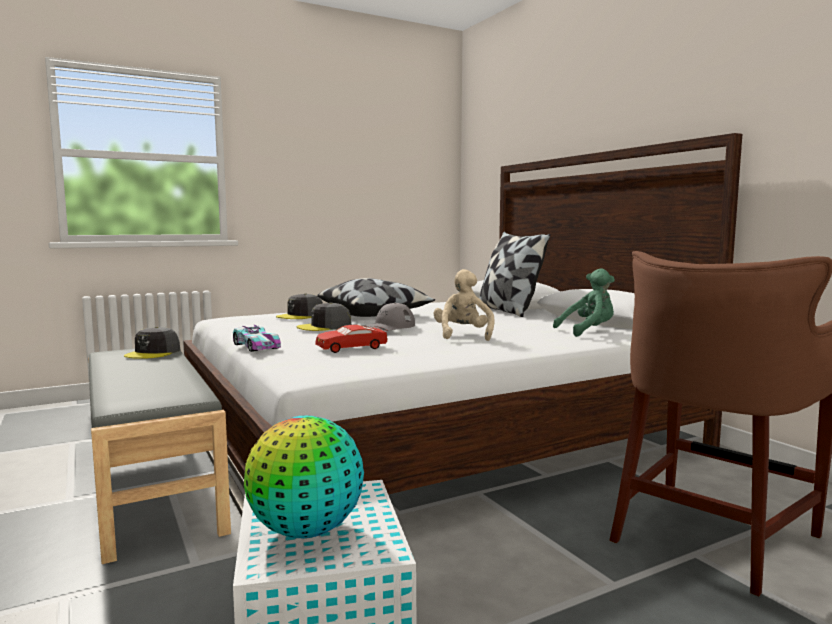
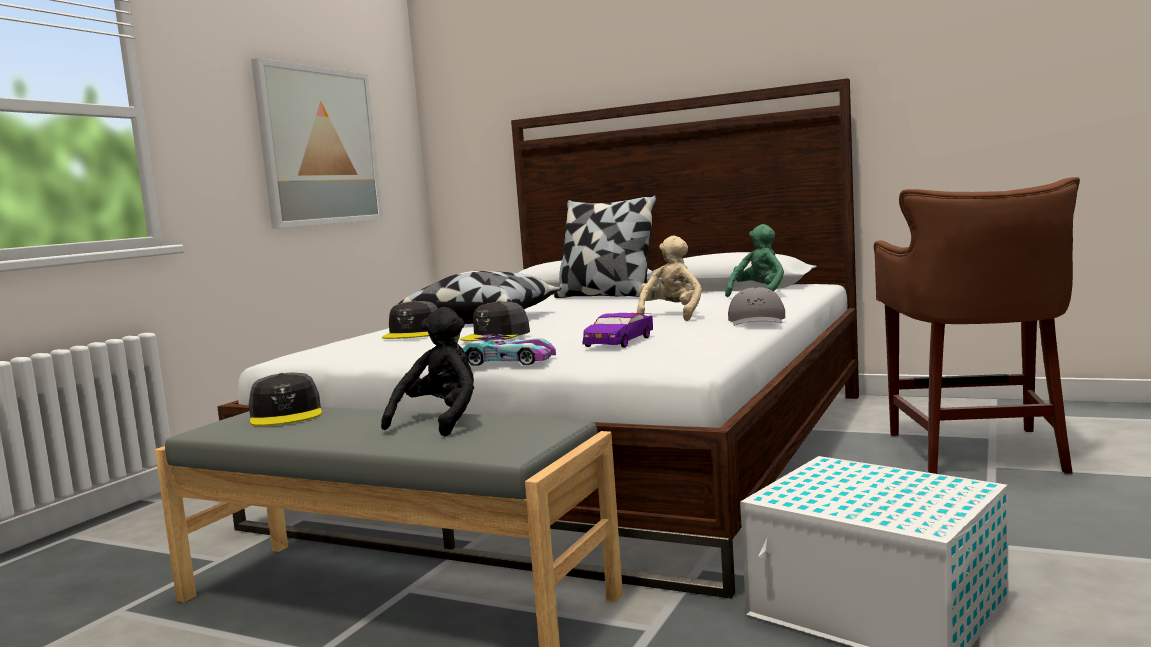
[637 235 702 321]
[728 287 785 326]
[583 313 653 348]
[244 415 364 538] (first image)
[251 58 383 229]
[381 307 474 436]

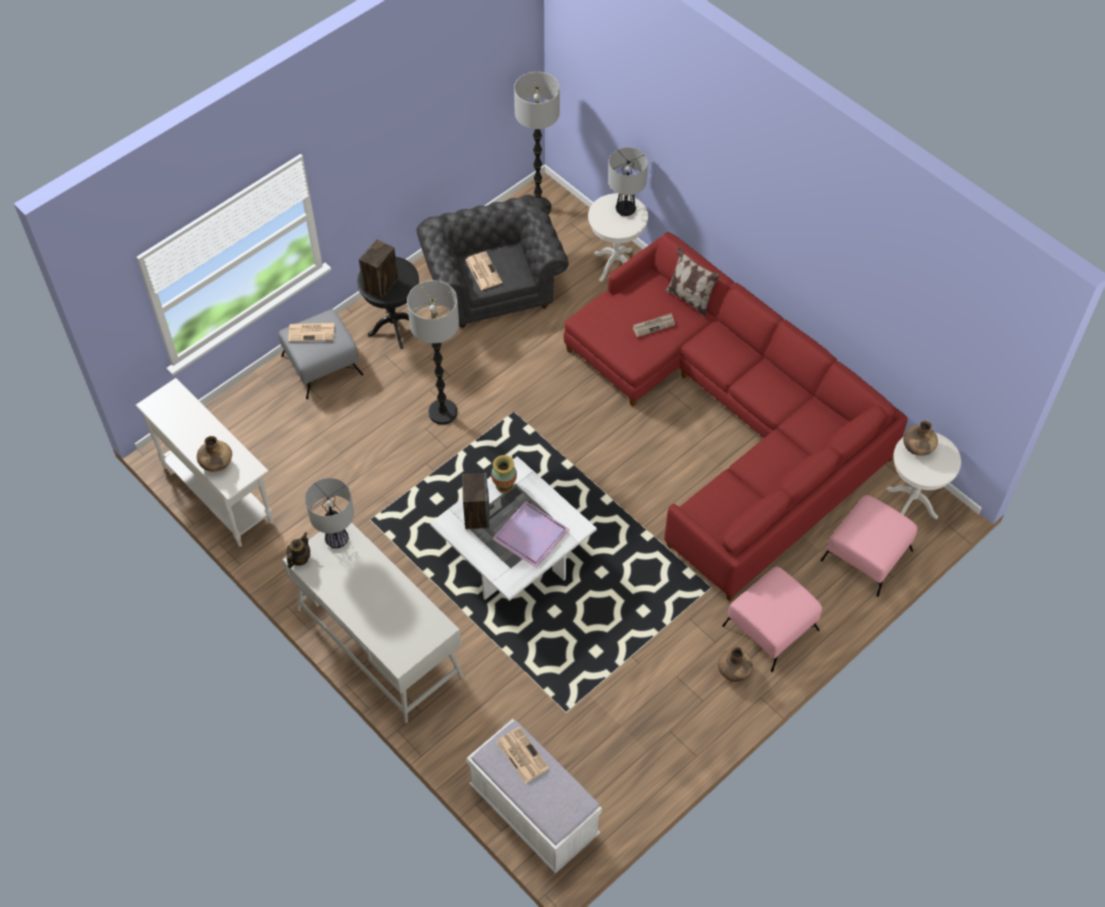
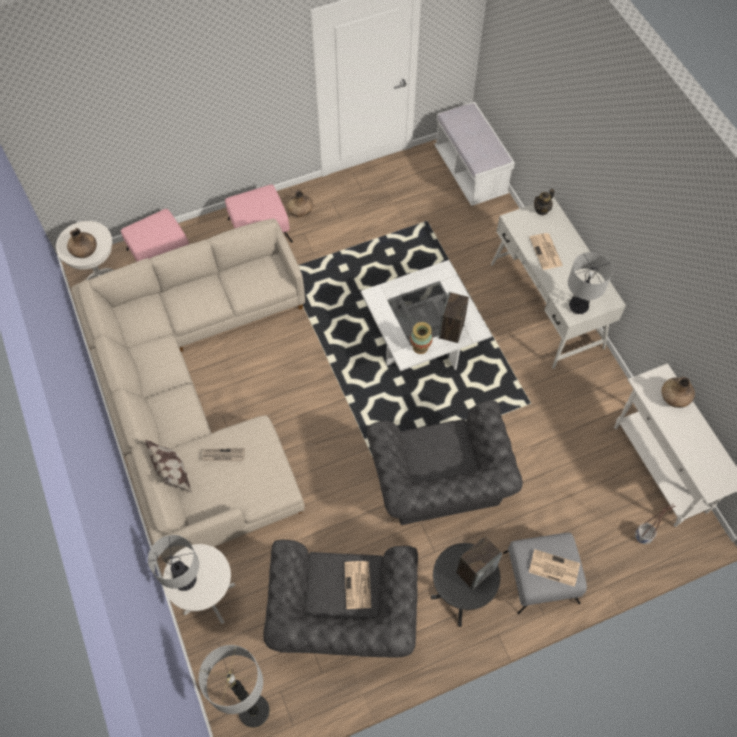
[71 218 305 564]
[367 400 523 525]
[492 501 570 568] (first image)
[534 189 555 216]
[529 233 563 270]
[635 504 676 544]

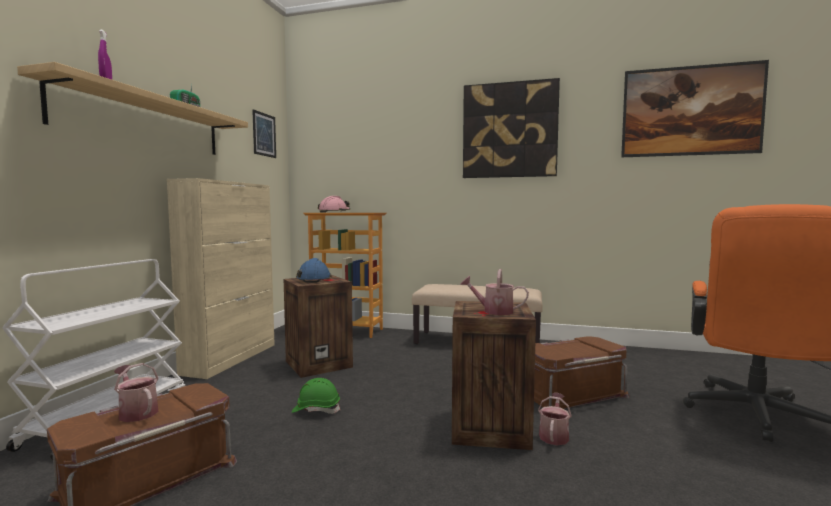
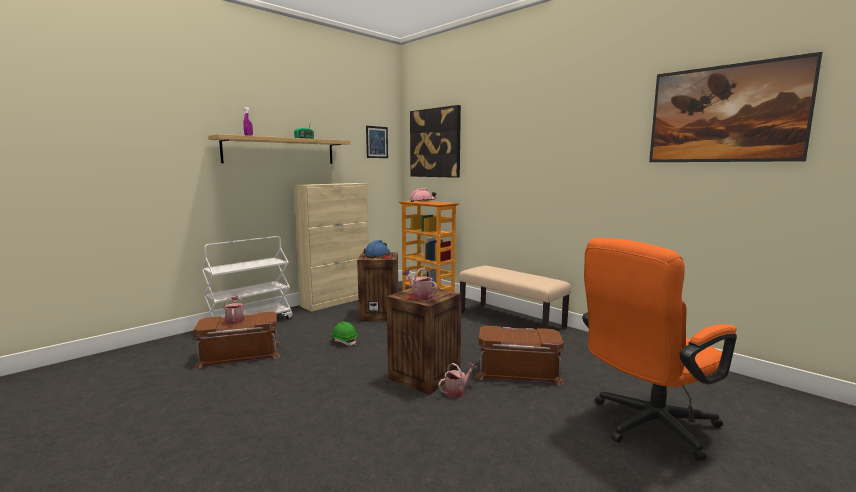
[410 105 461 178]

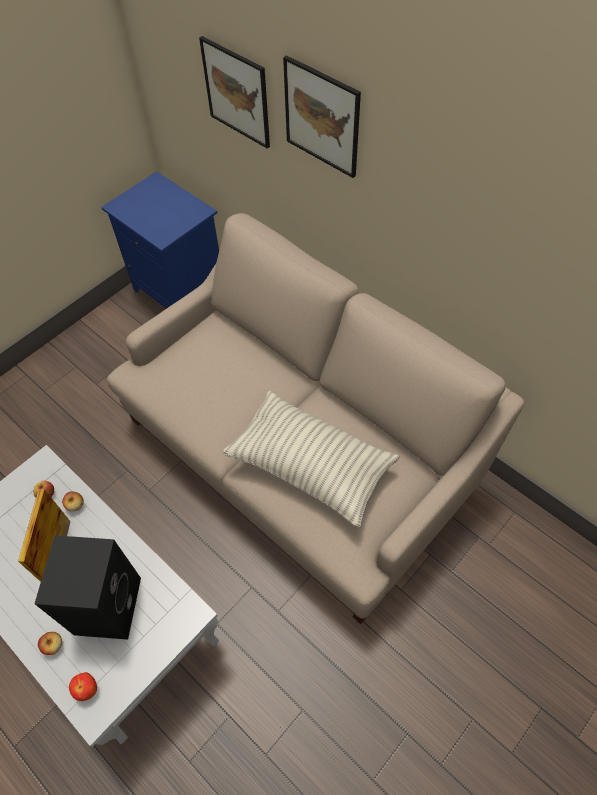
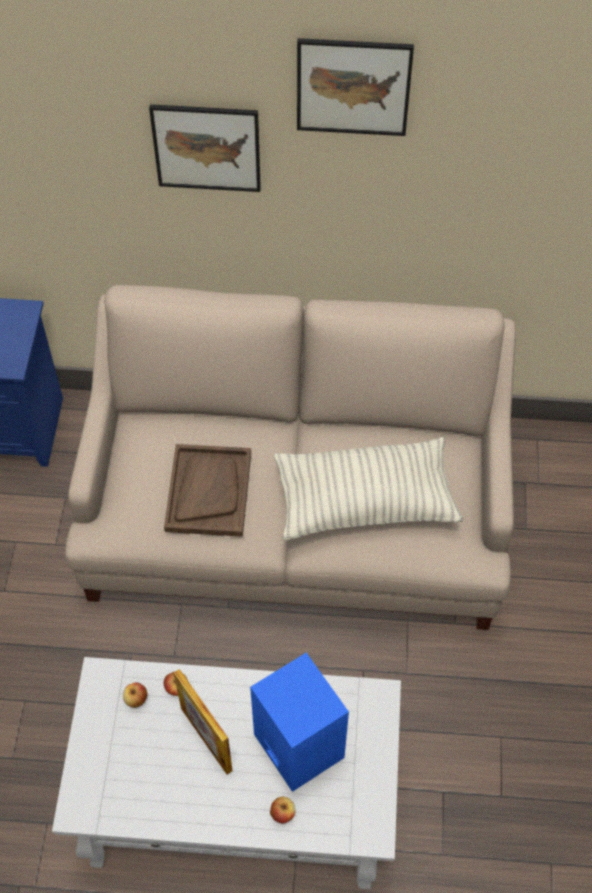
[297 38 414 136]
[250 653 349 792]
[69 672 97 701] (first image)
[164 444 251 537]

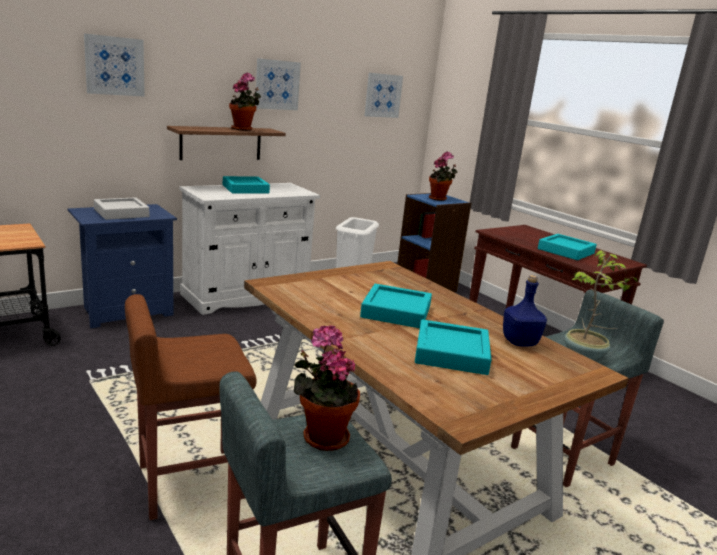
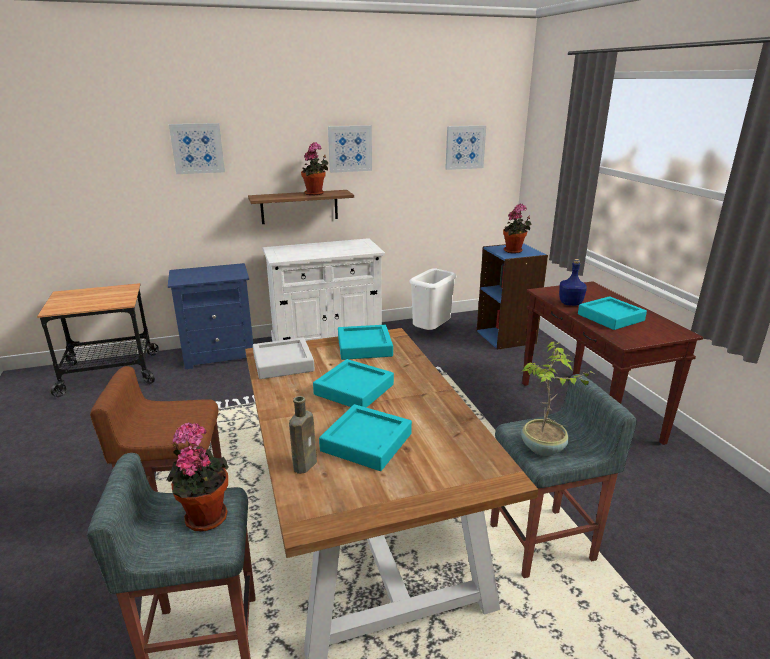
[338 325 393 360]
[253 338 315 379]
[559 259 587 306]
[289 396 317 474]

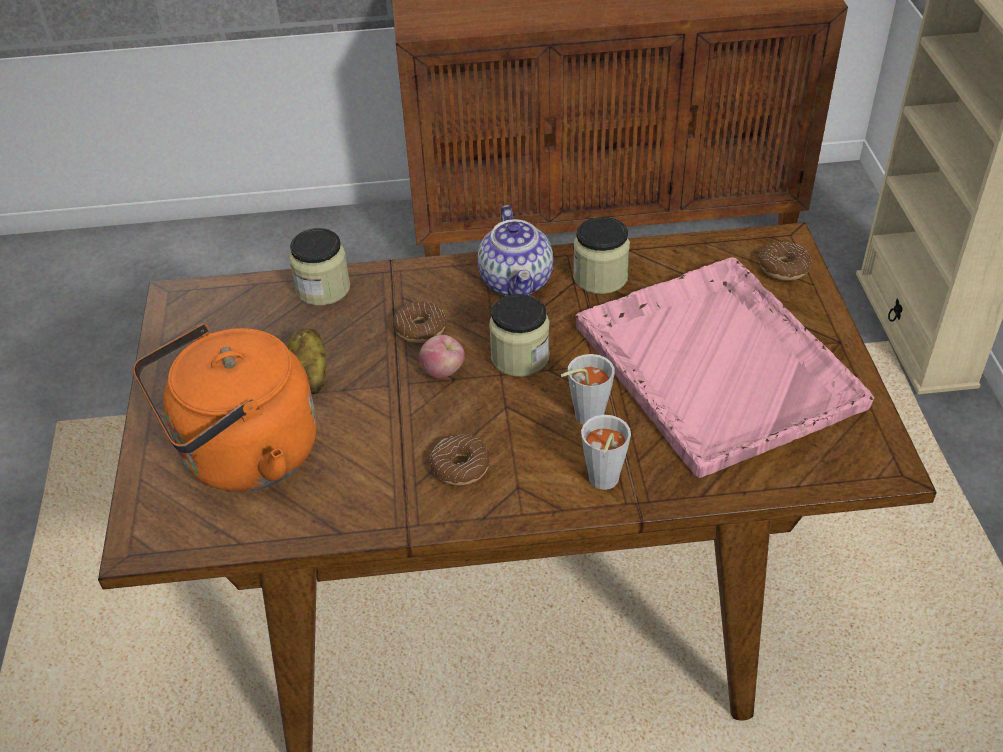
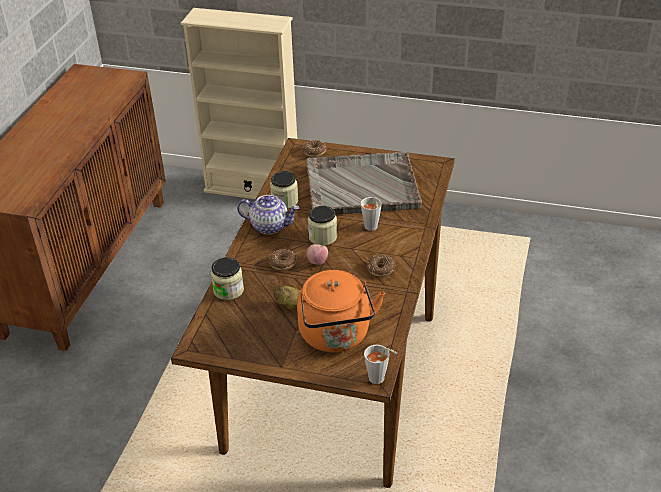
[306 152 422 215]
[364 345 397 384]

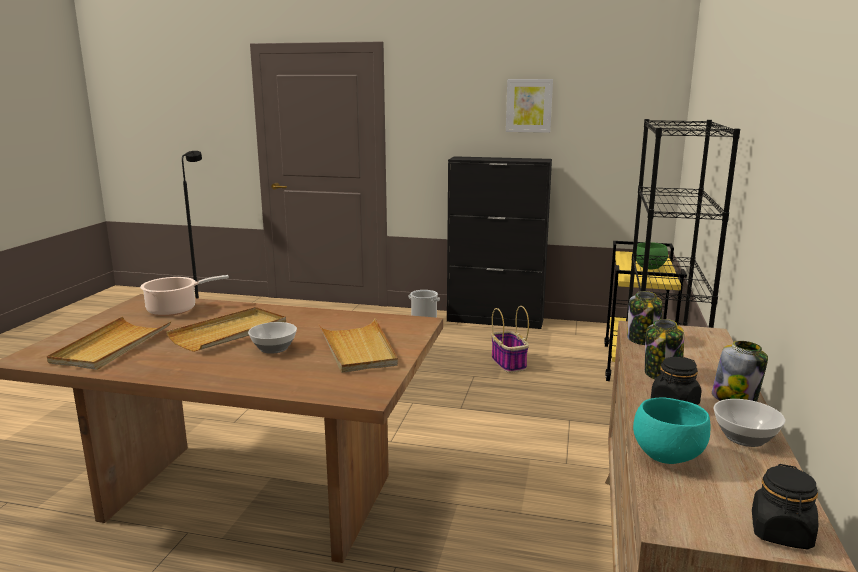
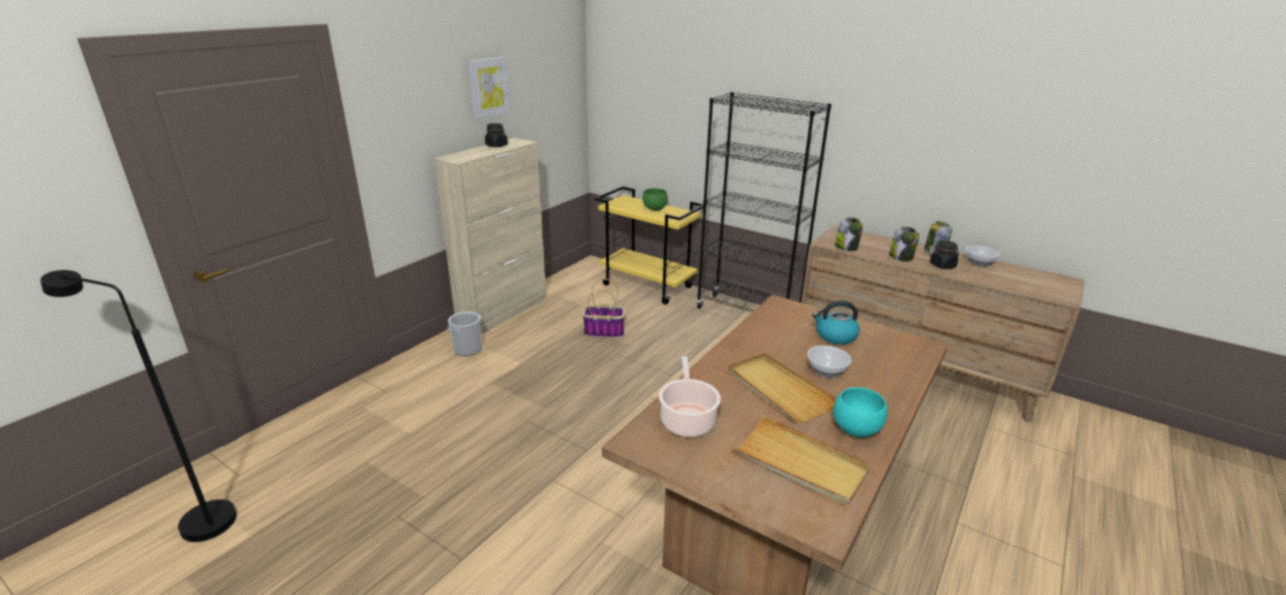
[434 138 546 334]
[812 300 860 345]
[833 387 887 437]
[485 123 508 147]

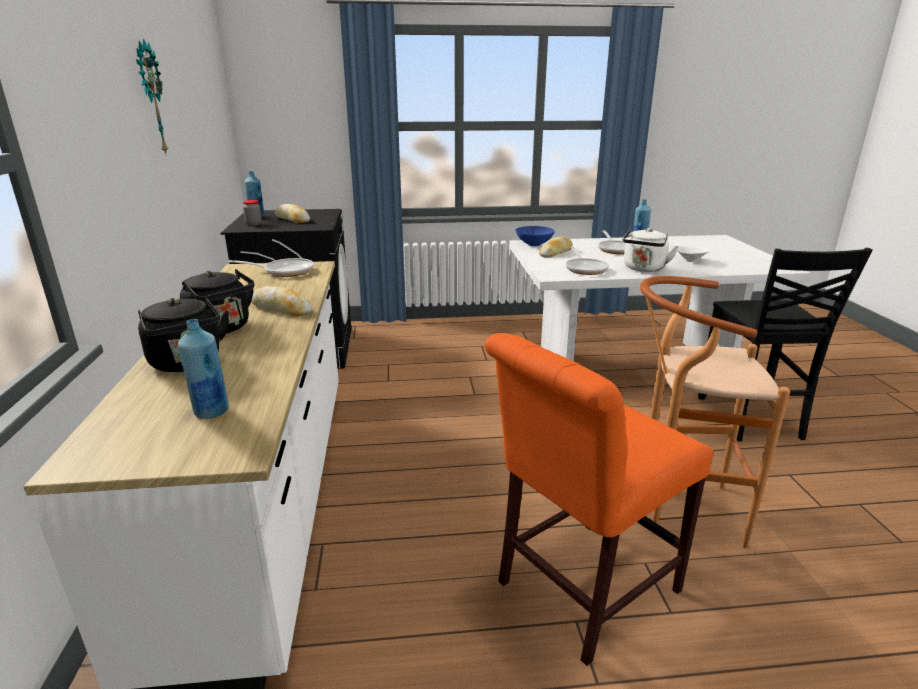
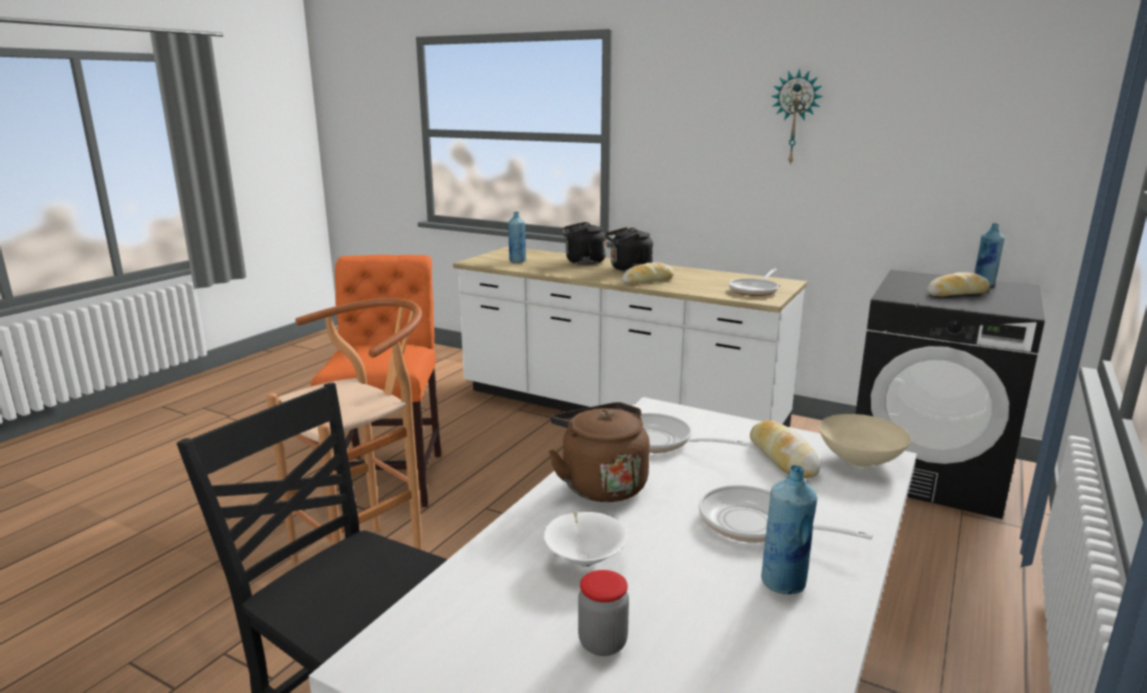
[578 570 629 656]
[819 414 911 467]
[549 402 650 502]

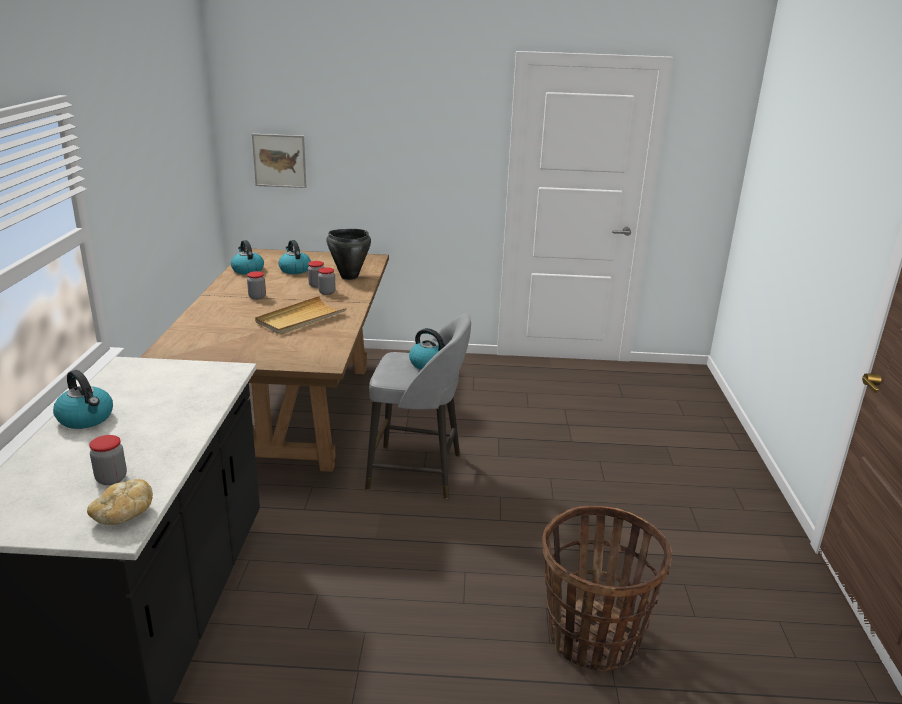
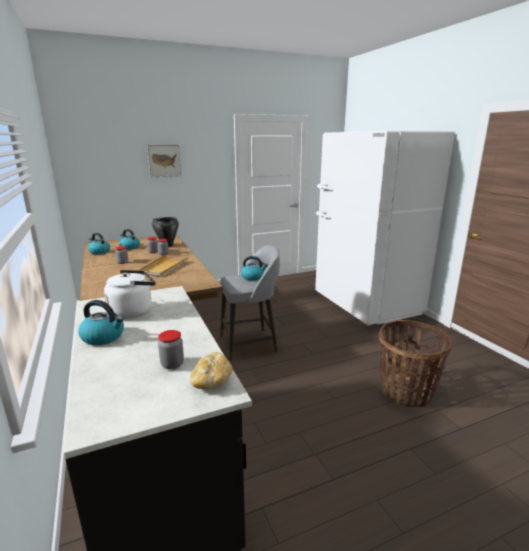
[147 145 181 177]
[315 130 455 325]
[104 270 156 318]

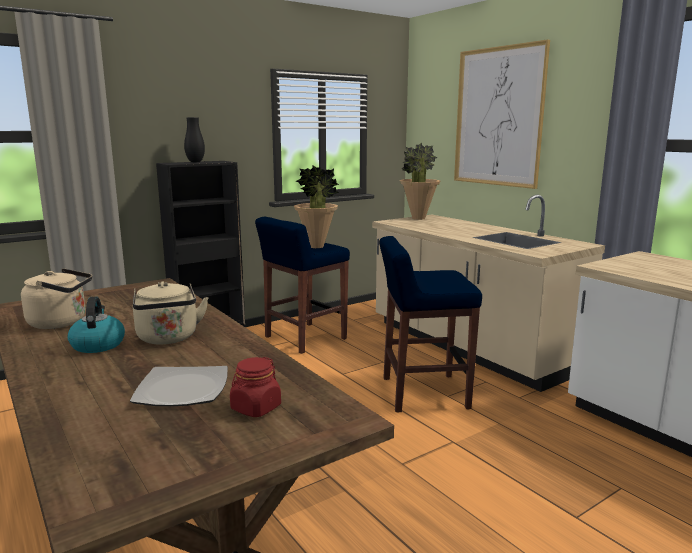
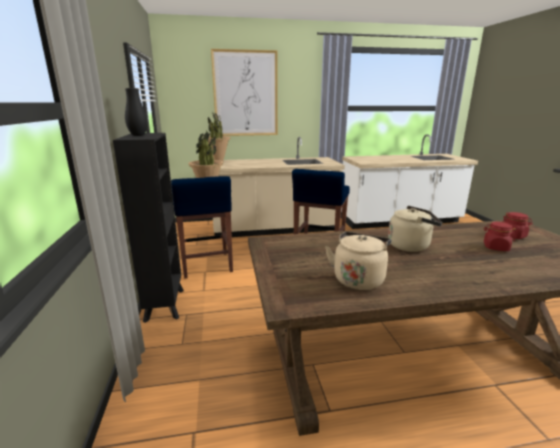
[68 296 125 353] (first image)
[483 222 516 251]

